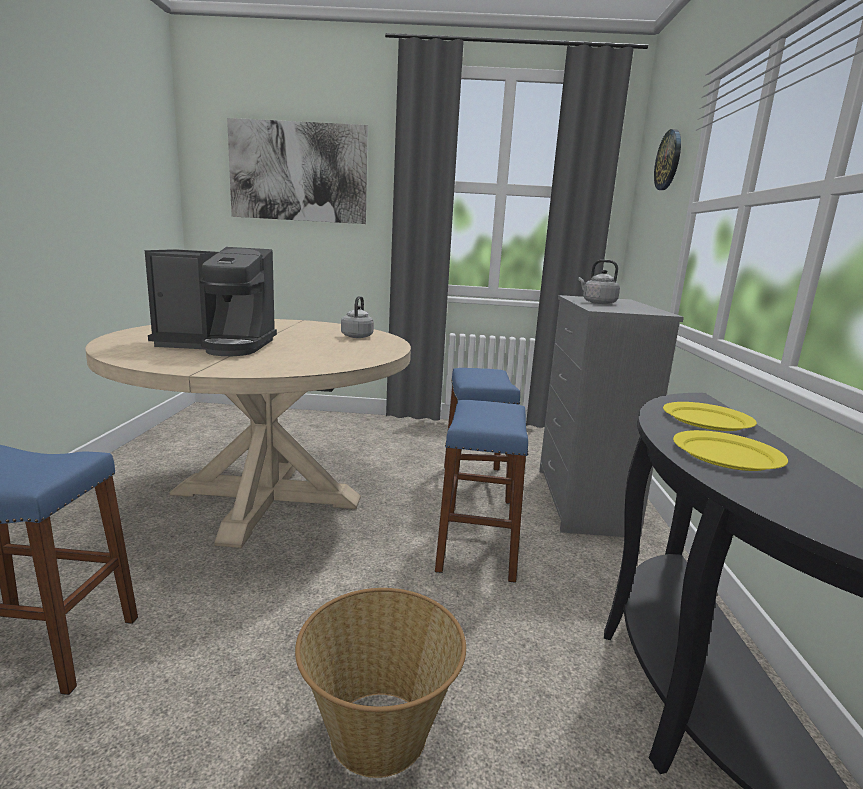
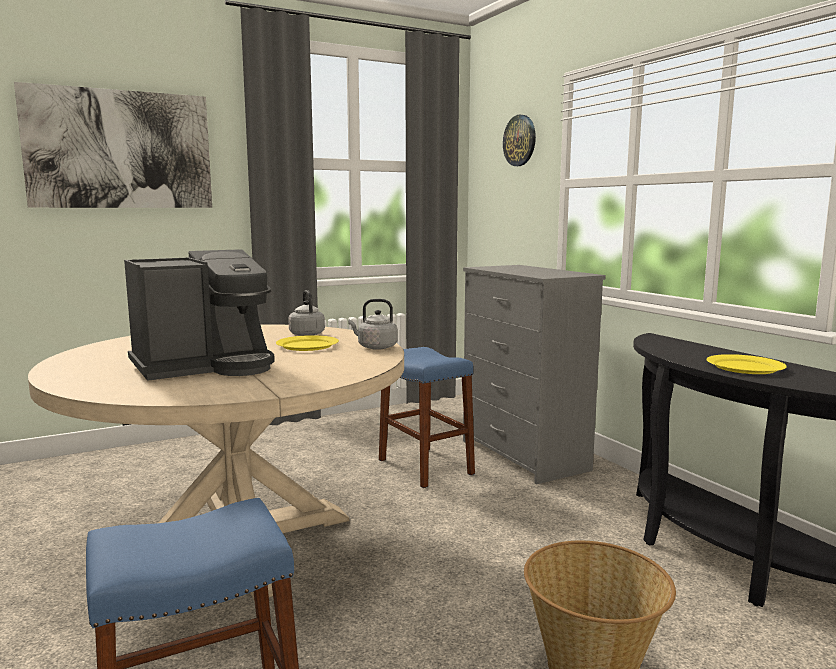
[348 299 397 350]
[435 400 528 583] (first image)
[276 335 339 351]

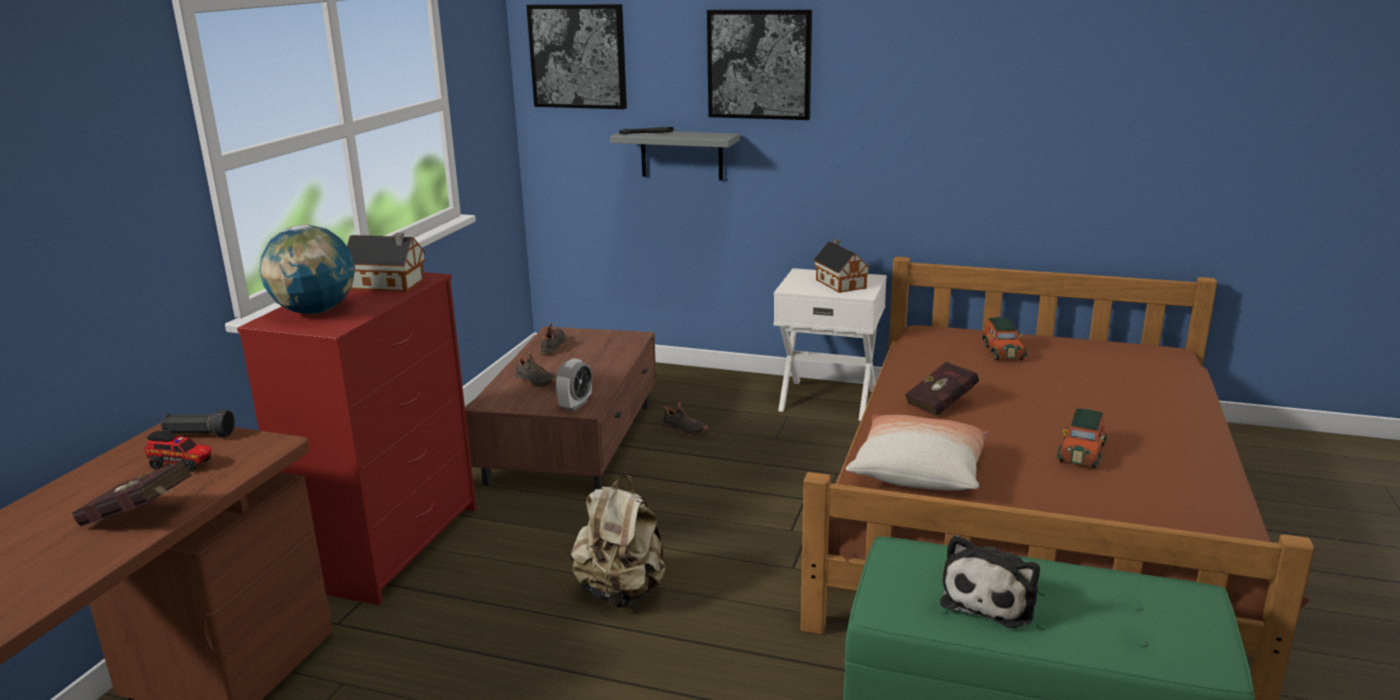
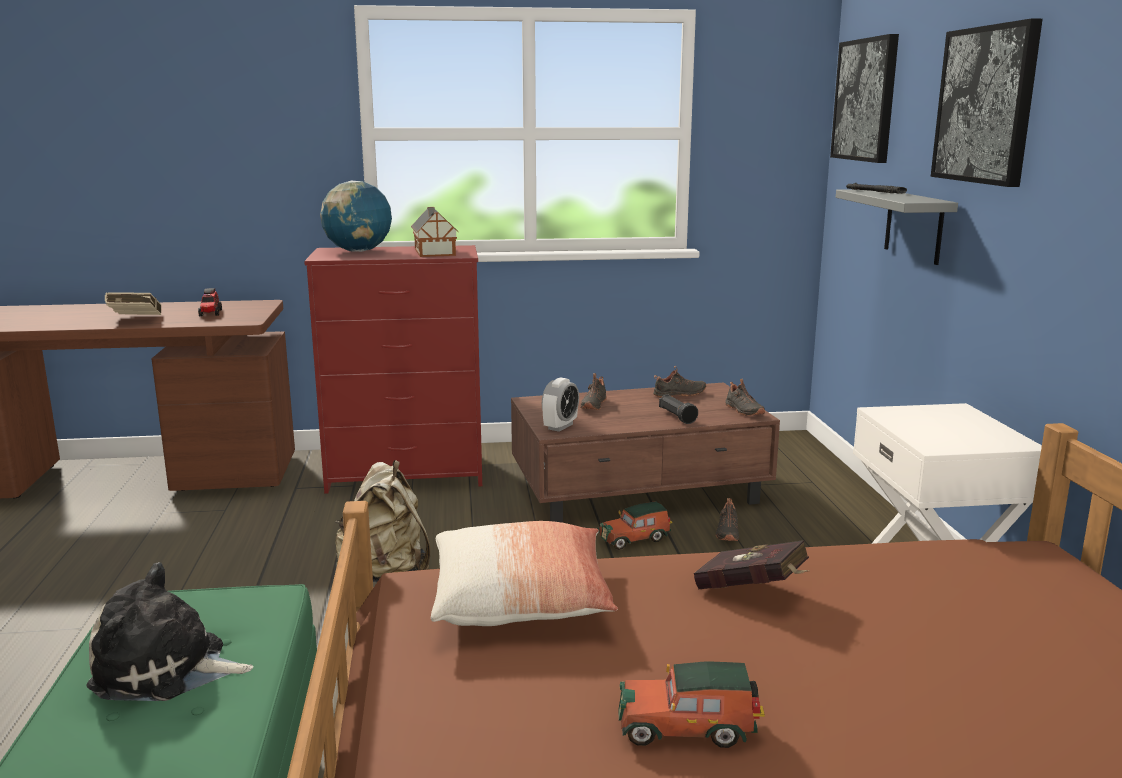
[813 239 870 293] (first image)
[598 501 672 550]
[542 377 579 432]
[659 394 698 424]
[105 292 161 315]
[725 379 765 416]

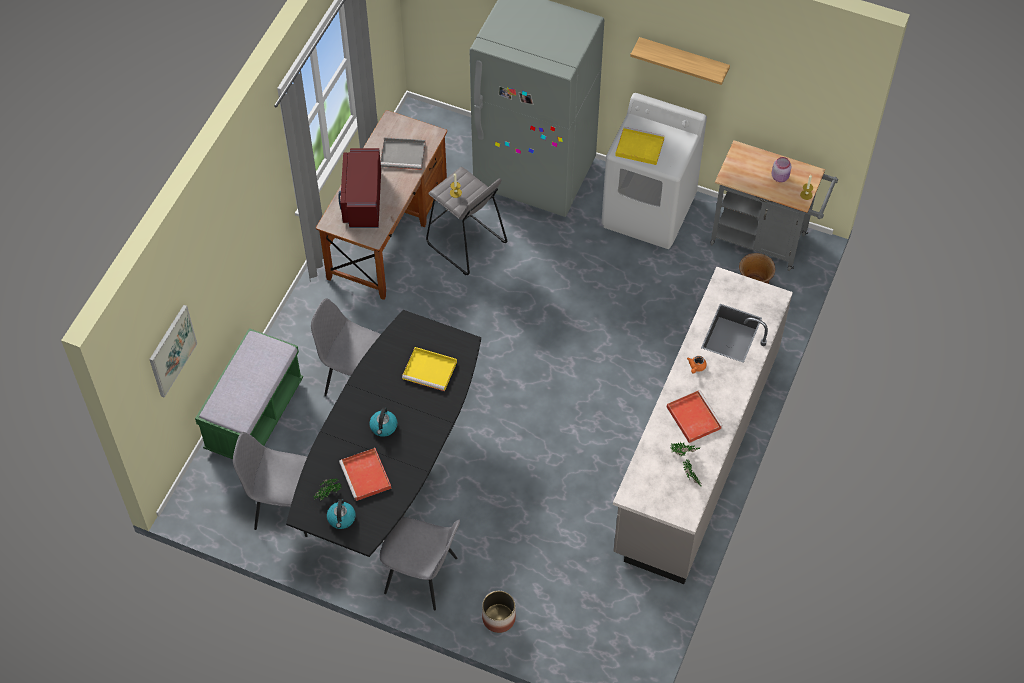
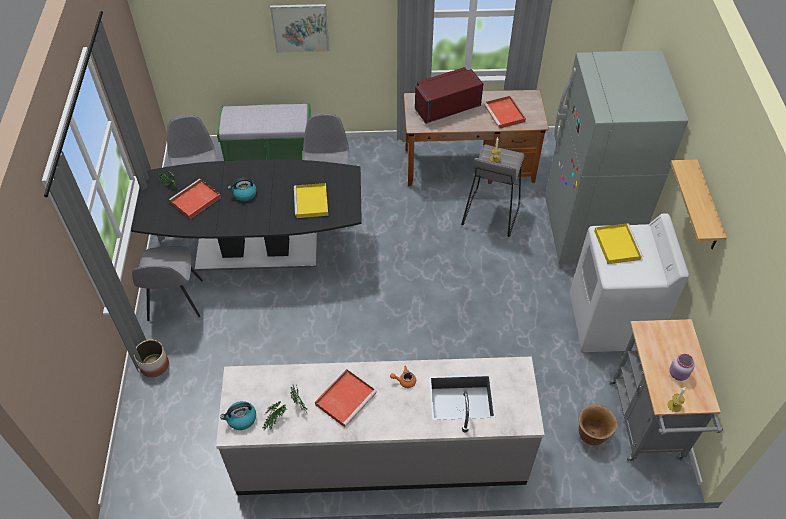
[484 96 526 129]
[270 4 329 53]
[220 401 256 430]

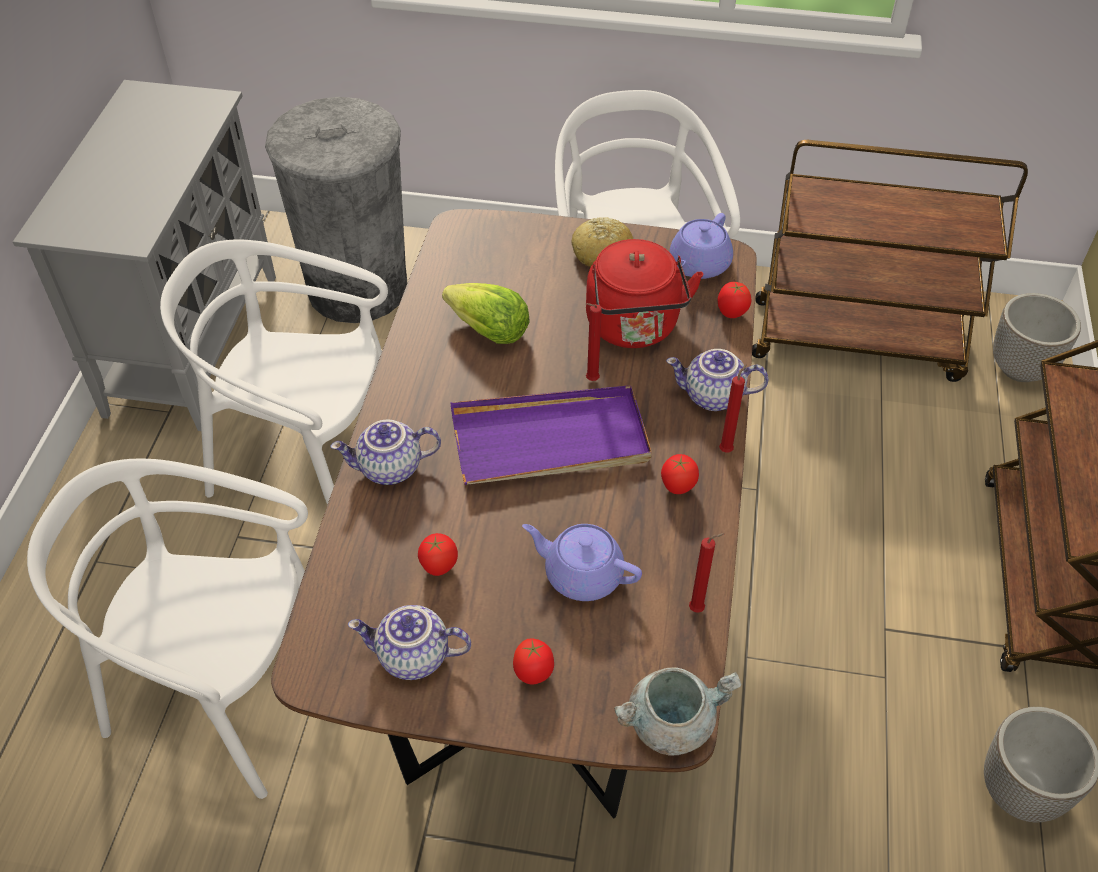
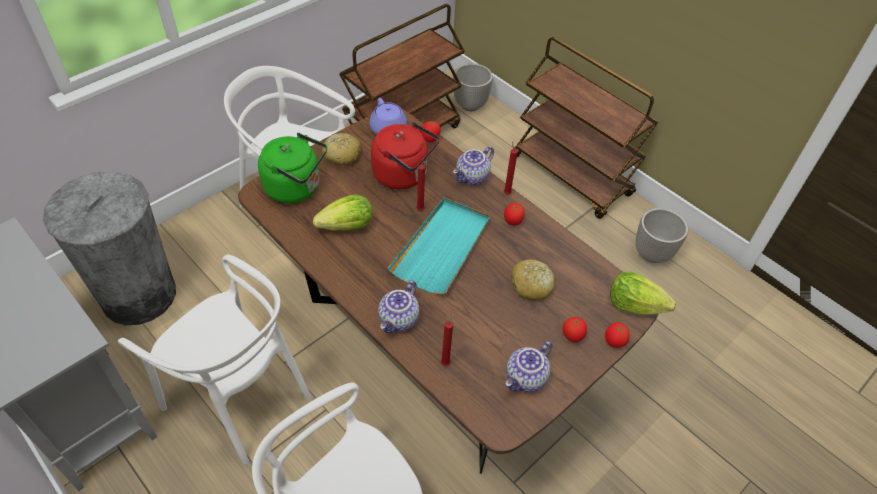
[118 254 312 464]
[388 198 490 295]
[511 259 555 300]
[605 322 630 348]
[441 314 454 366]
[610 271 676 315]
[258 133 327 203]

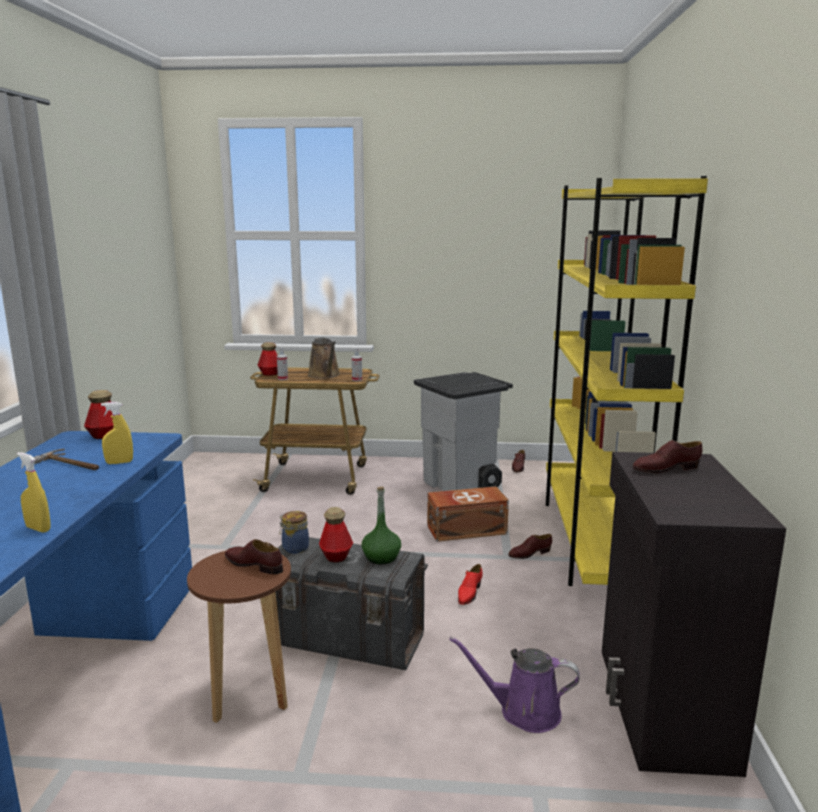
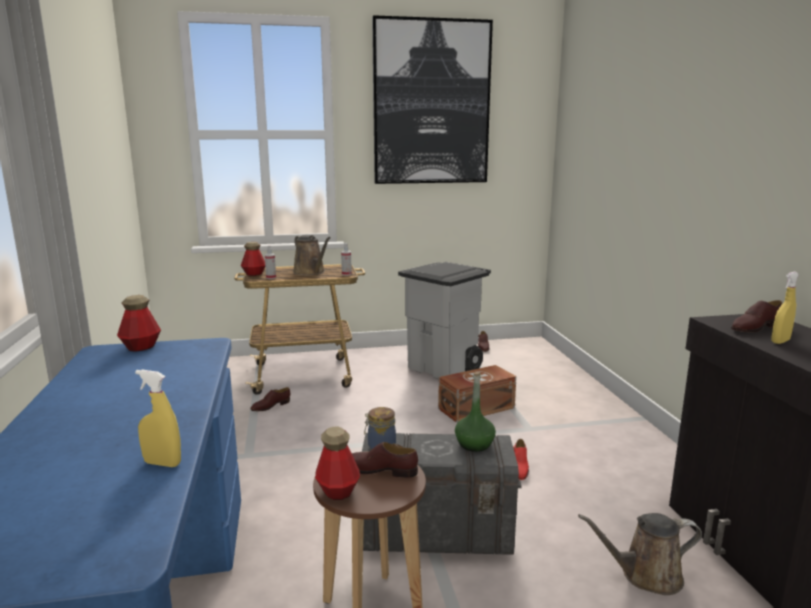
[546 176 708 586] (first image)
[771 272 799 344]
[34 449 99 470] (first image)
[315 427 360 500]
[251 387 290 411]
[578 513 702 595]
[372 15 493 184]

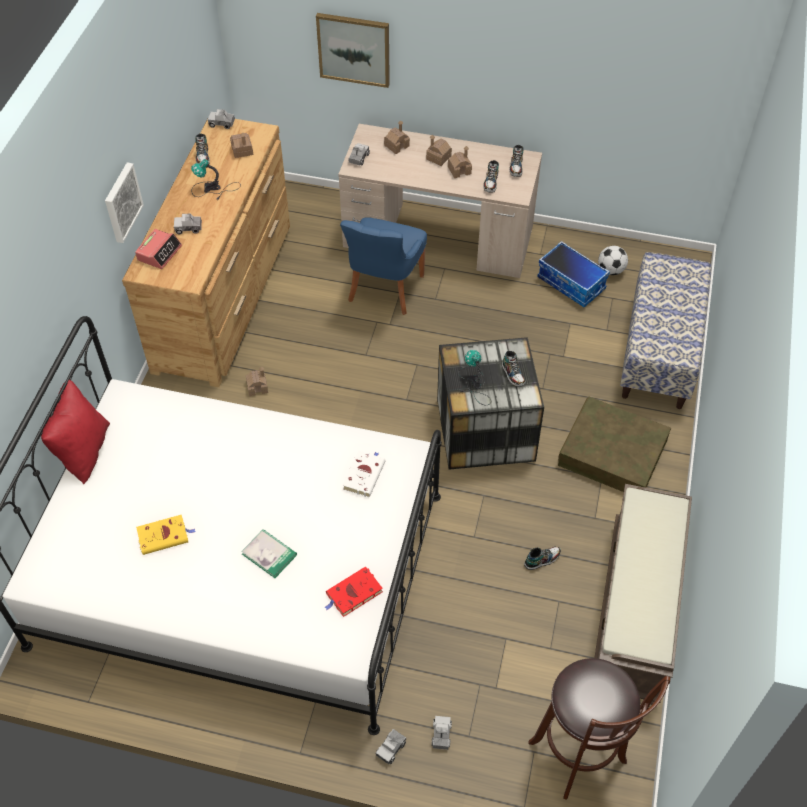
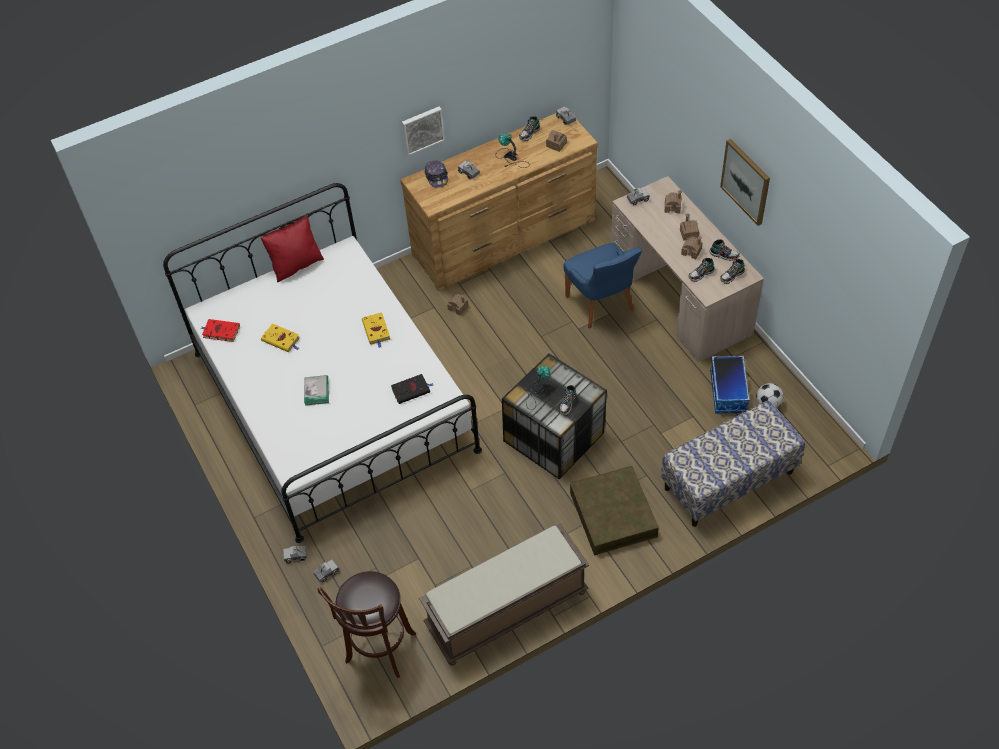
[720 139 770 226]
[564 243 642 328]
[425 160 448 187]
[391 374 433 404]
[710 240 740 261]
[201 319 240 342]
[362 312 390 348]

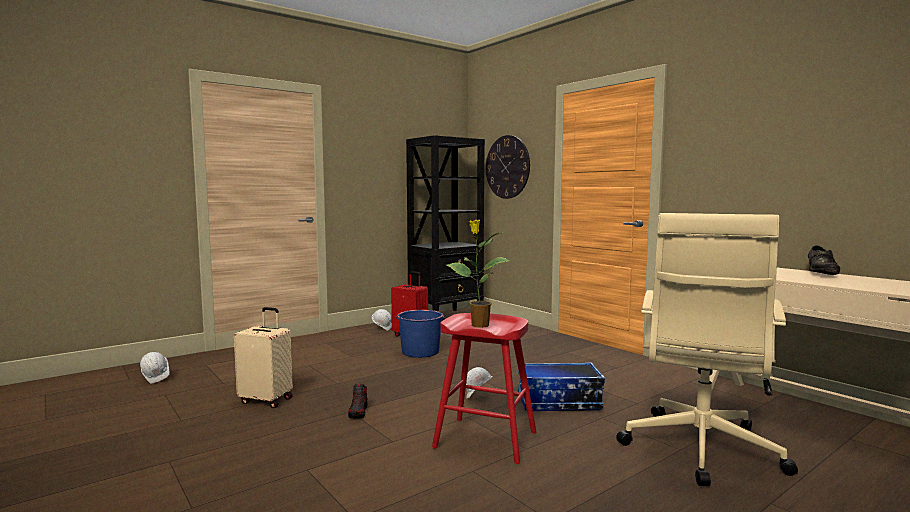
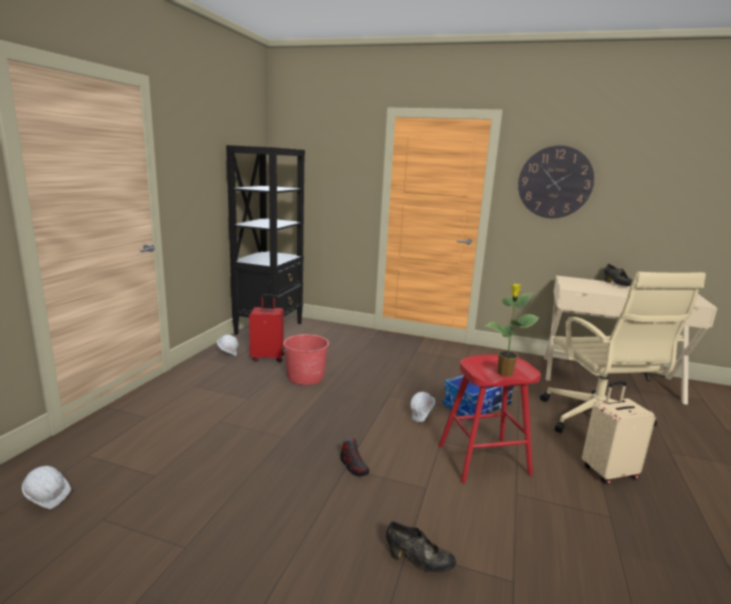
[518 145 594 218]
[582 381 656 484]
[281 334 329 385]
[386 521 456 572]

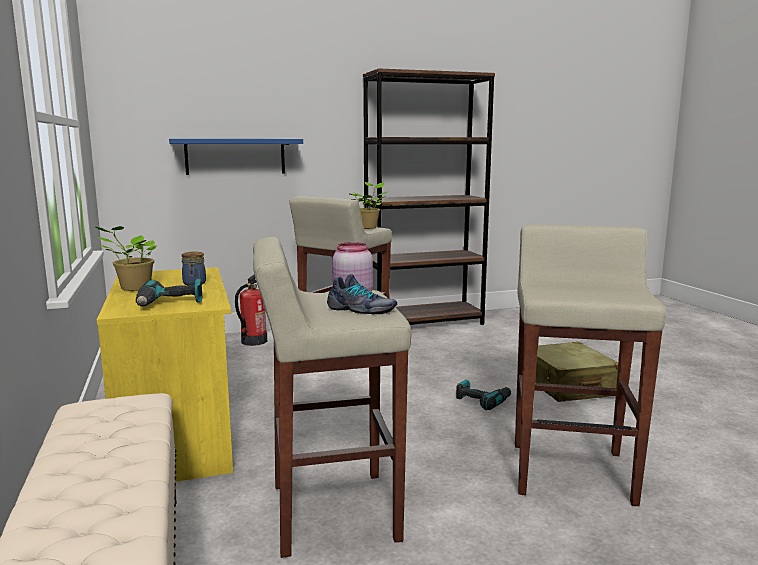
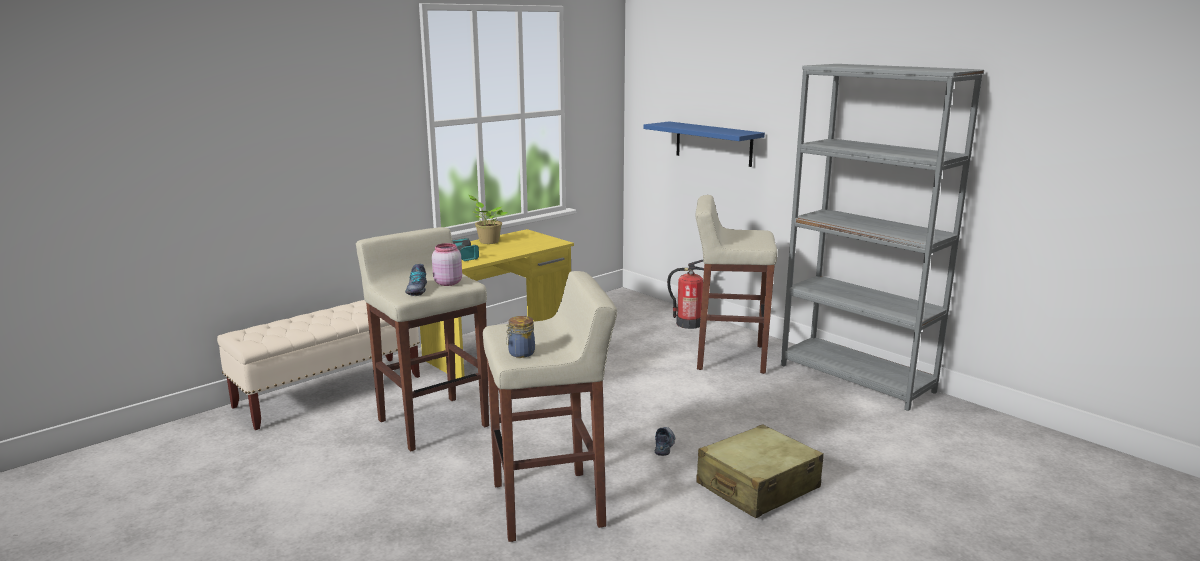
[781 64 984 411]
[350 182 389 229] (first image)
[506 316 535 358]
[655 427 675 456]

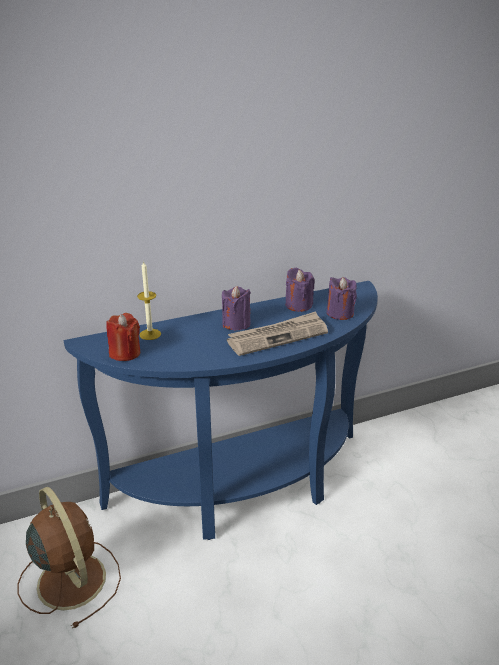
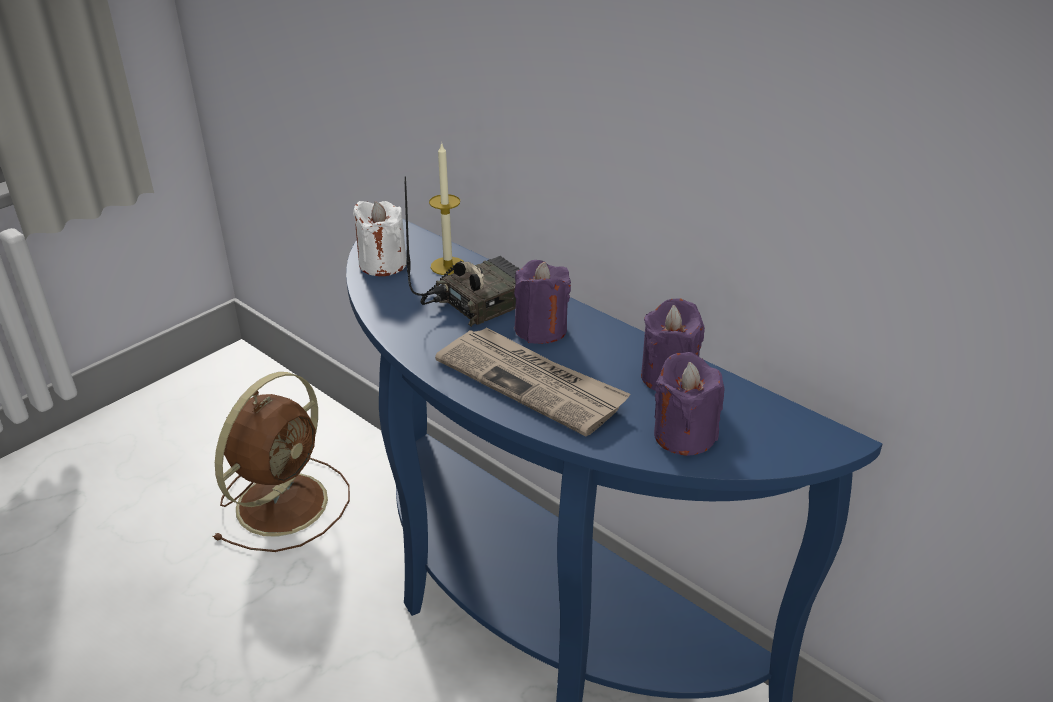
[353 201 407 276]
[404 176 519 327]

